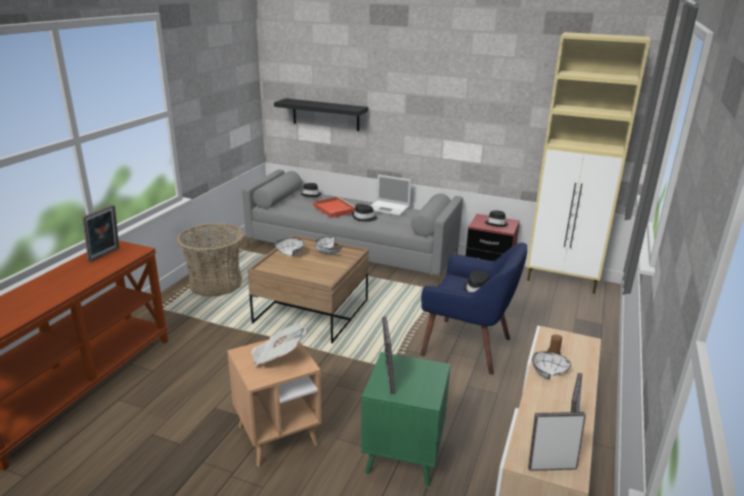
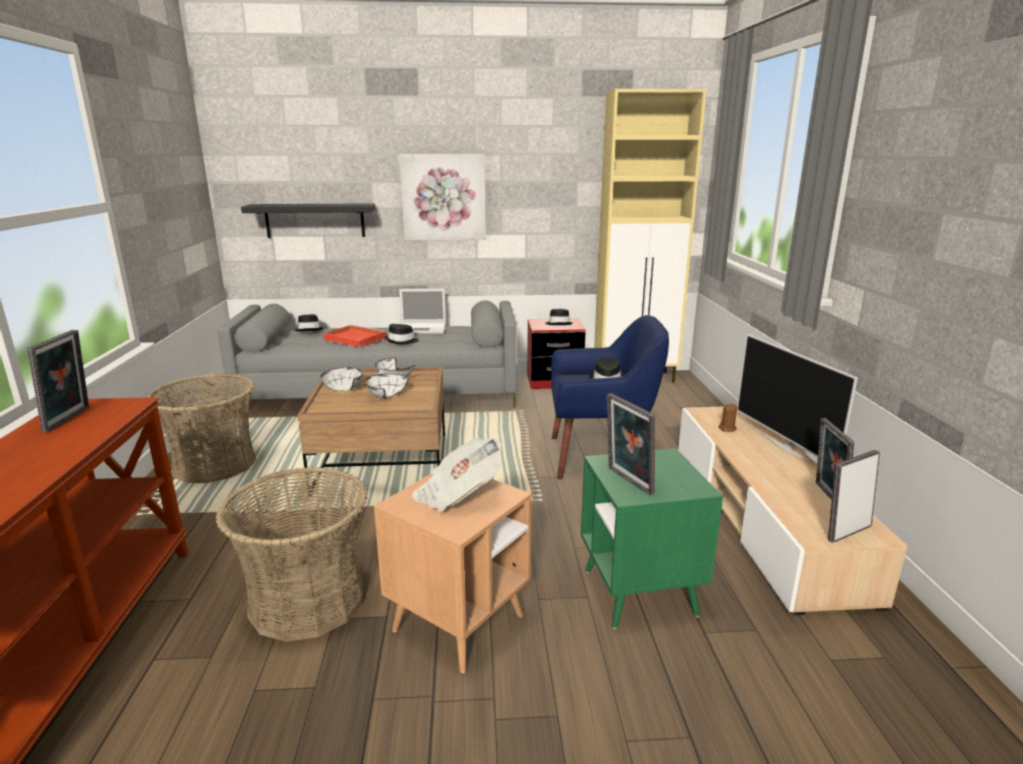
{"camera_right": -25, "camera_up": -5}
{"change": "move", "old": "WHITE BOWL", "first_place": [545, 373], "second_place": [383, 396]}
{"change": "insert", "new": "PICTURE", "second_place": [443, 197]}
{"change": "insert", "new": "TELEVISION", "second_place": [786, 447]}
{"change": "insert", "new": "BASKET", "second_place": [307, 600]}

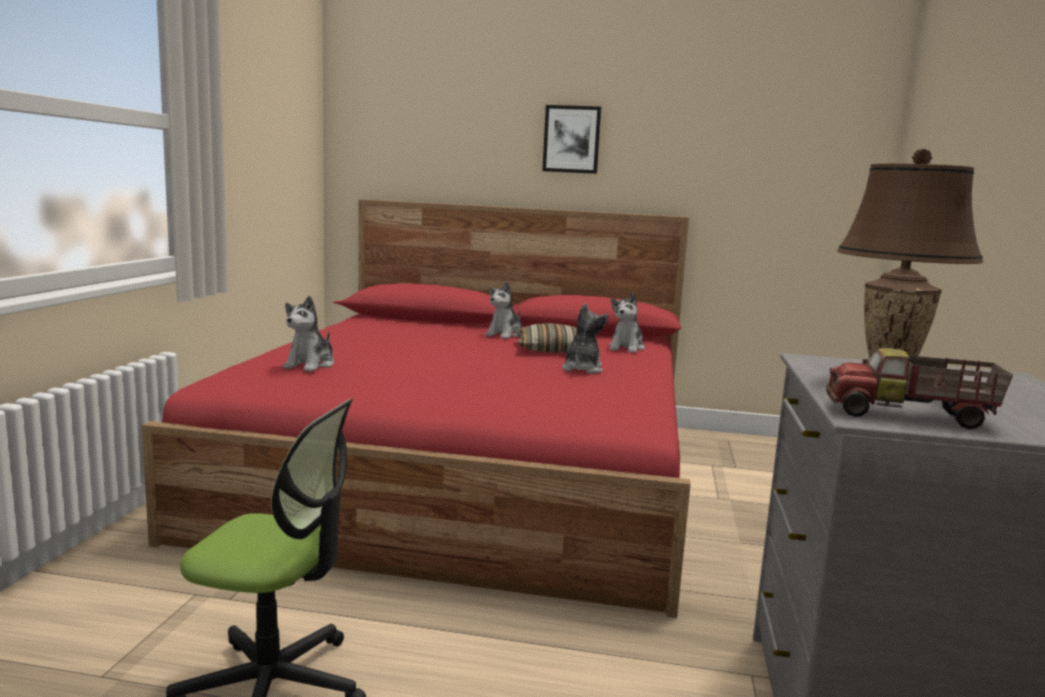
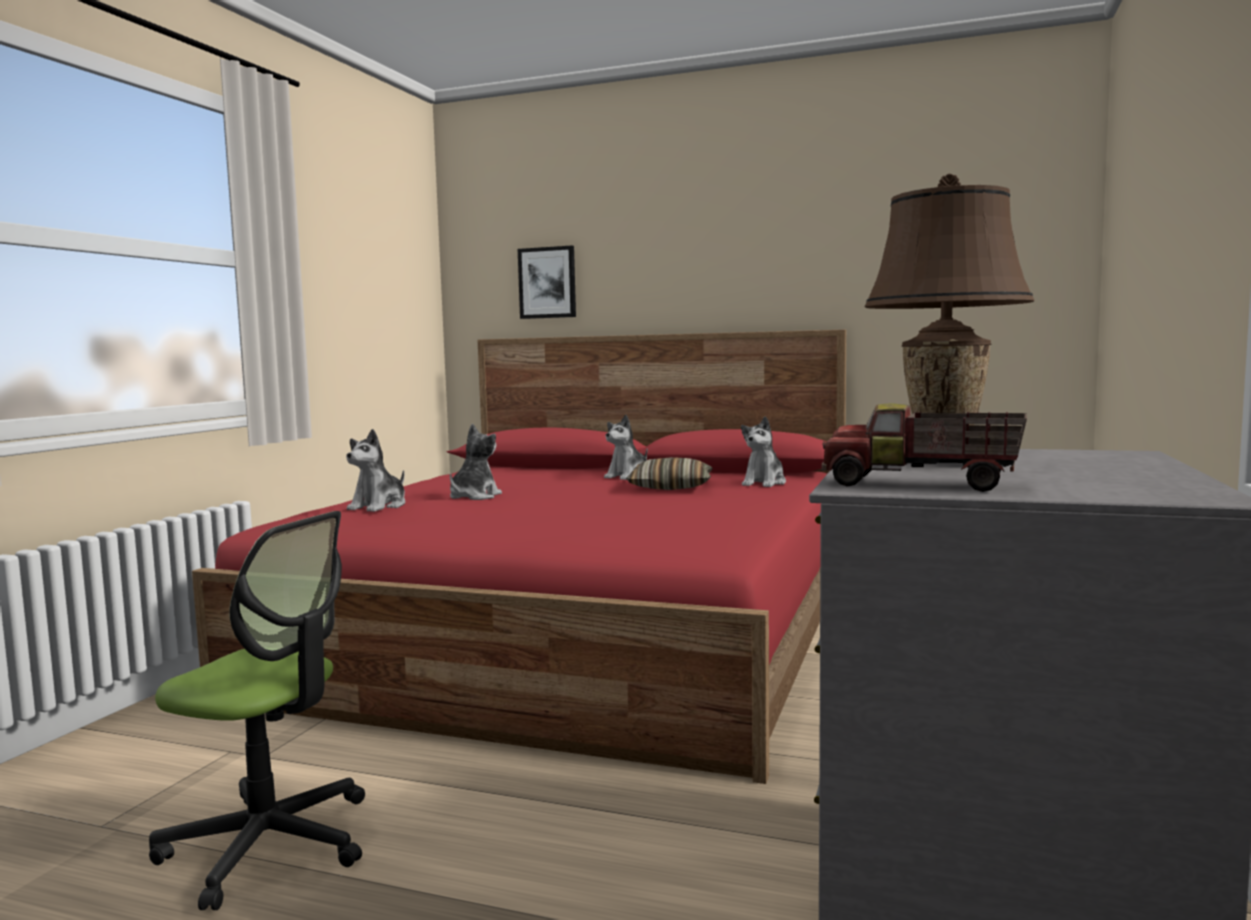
{"camera_right": 10, "camera_up": -5}
{"change": "move", "old": "PICTURE", "first_place": [571, 139], "second_place": [547, 282]}
{"change": "move", "old": "PLUSH TOY", "first_place": [582, 369], "second_place": [474, 497]}

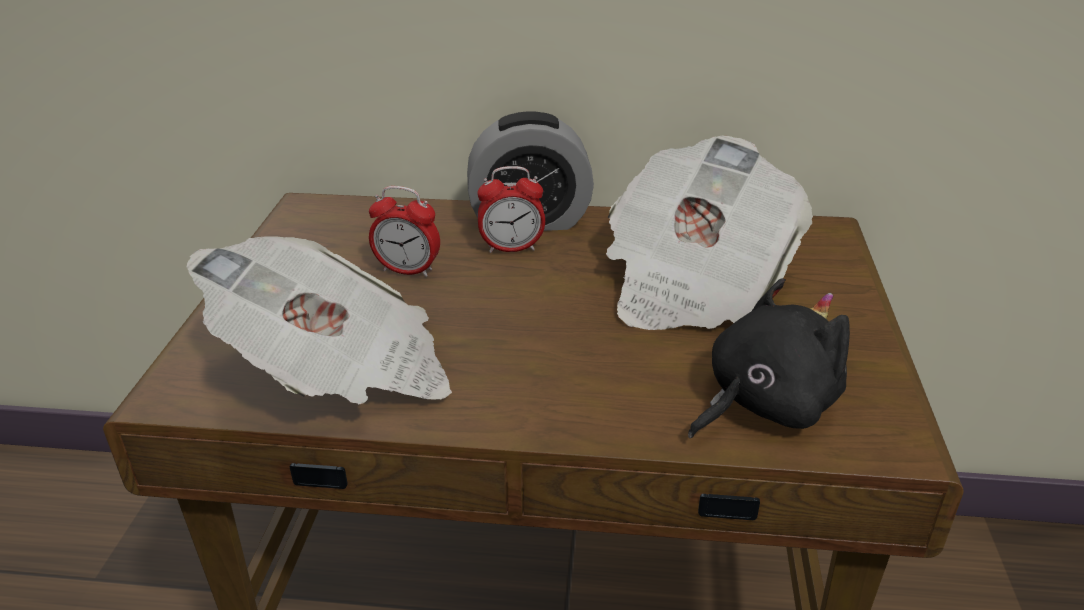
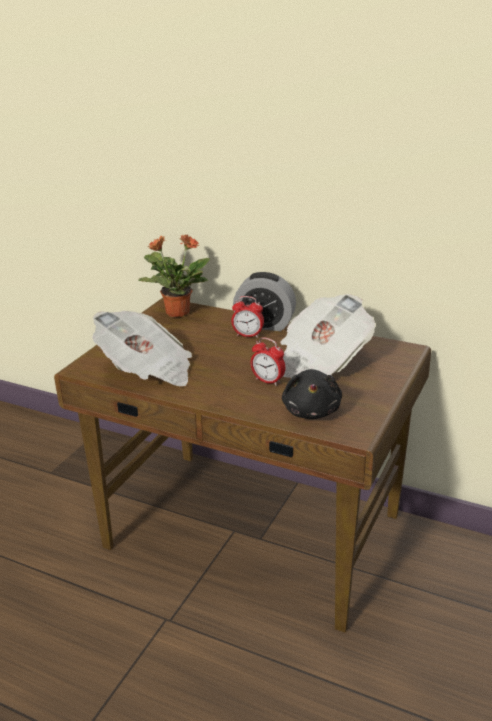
{"camera_right": 20, "camera_up": -5}
{"change": "move", "old": "ALARM CLOCK", "first_place": [408, 270], "second_place": [268, 381]}
{"change": "rotate", "old": "BLACK PLUSH TOY", "first_place": [764, 403], "second_place": [311, 411], "degrees": 105}
{"change": "insert", "new": "POTTED PLANT", "second_place": [176, 312]}

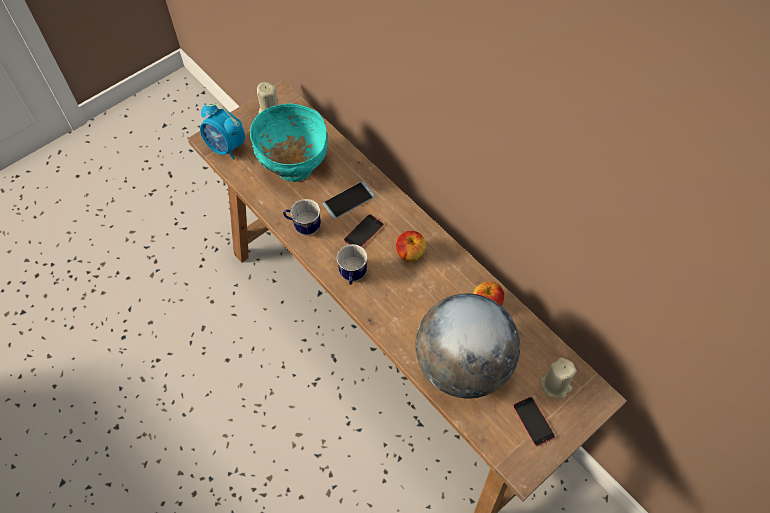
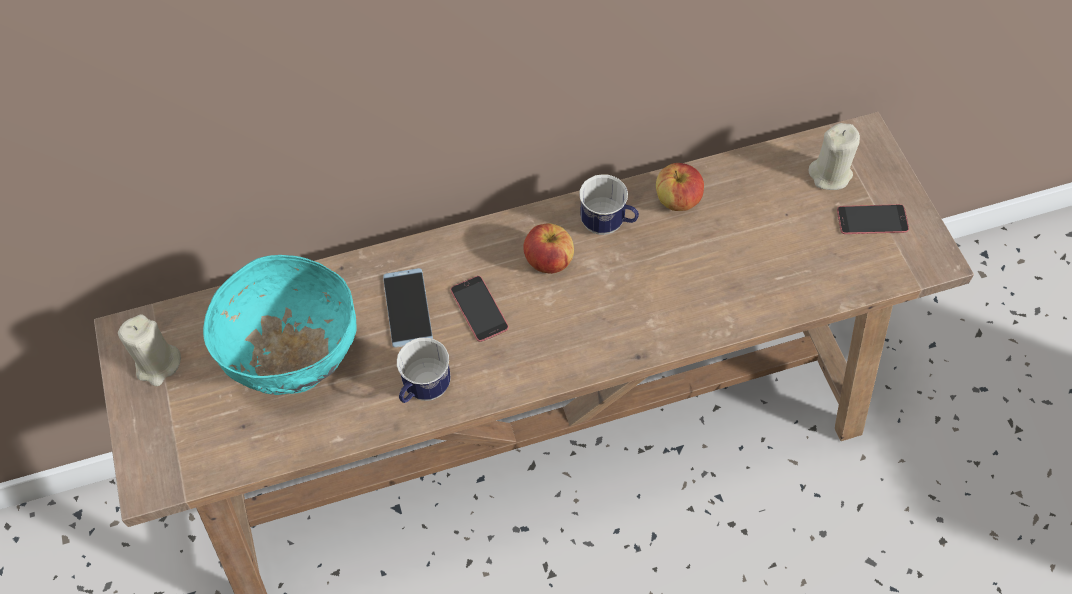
{"camera_right": -65, "camera_up": 0}
{"change": "delete", "old": "ALARM CLOCK", "first_place": [226, 147]}
{"change": "move", "old": "MUG", "first_place": [352, 276], "second_place": [608, 224]}
{"change": "delete", "old": "GLOBE", "first_place": [462, 365]}

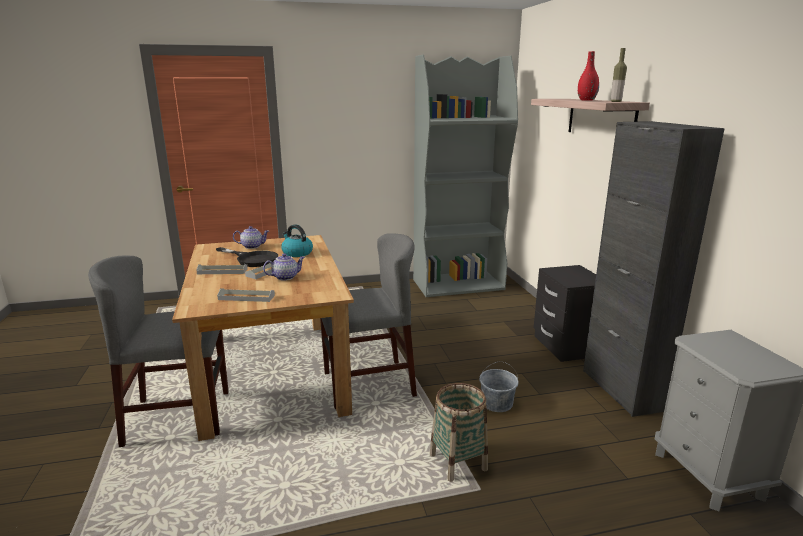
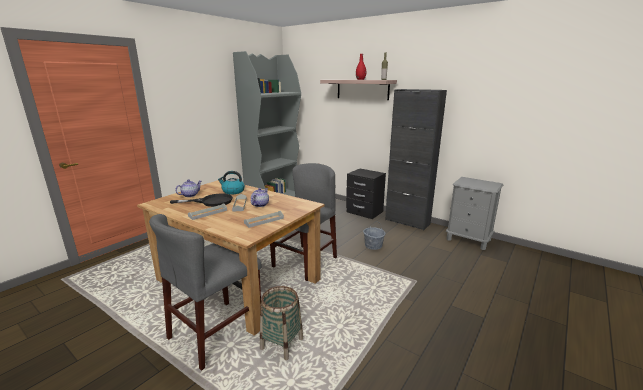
{"camera_right": -40, "camera_up": 0}
{"change": "move", "old": "BASKET", "first_place": [458, 462], "second_place": [282, 344]}

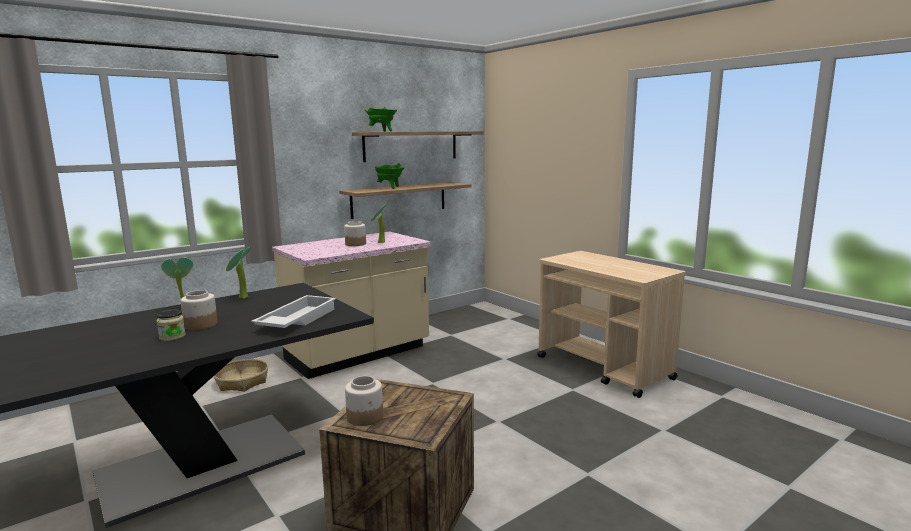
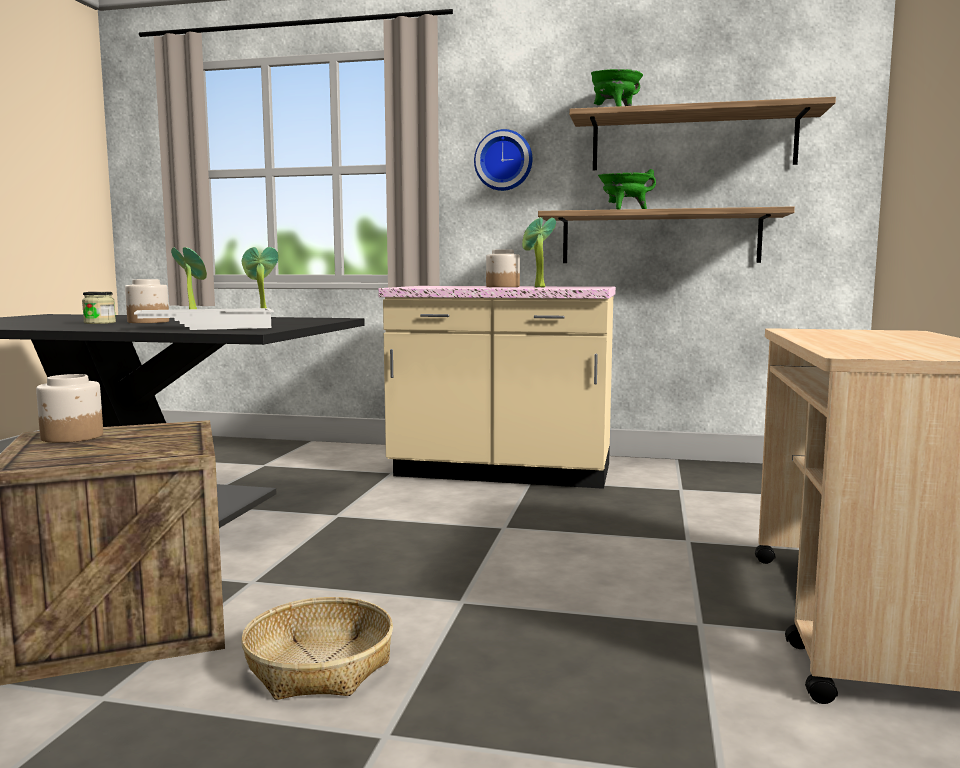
{"camera_right": 50, "camera_up": -5}
{"change": "move", "old": "BASKET", "first_place": [242, 382], "second_place": [320, 666]}
{"change": "insert", "new": "WALL CLOCK", "second_place": [504, 160]}

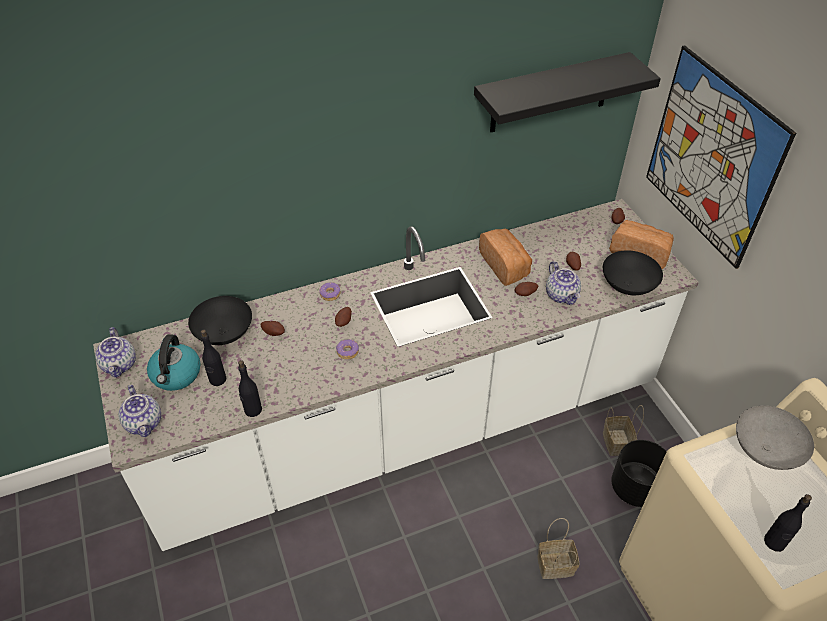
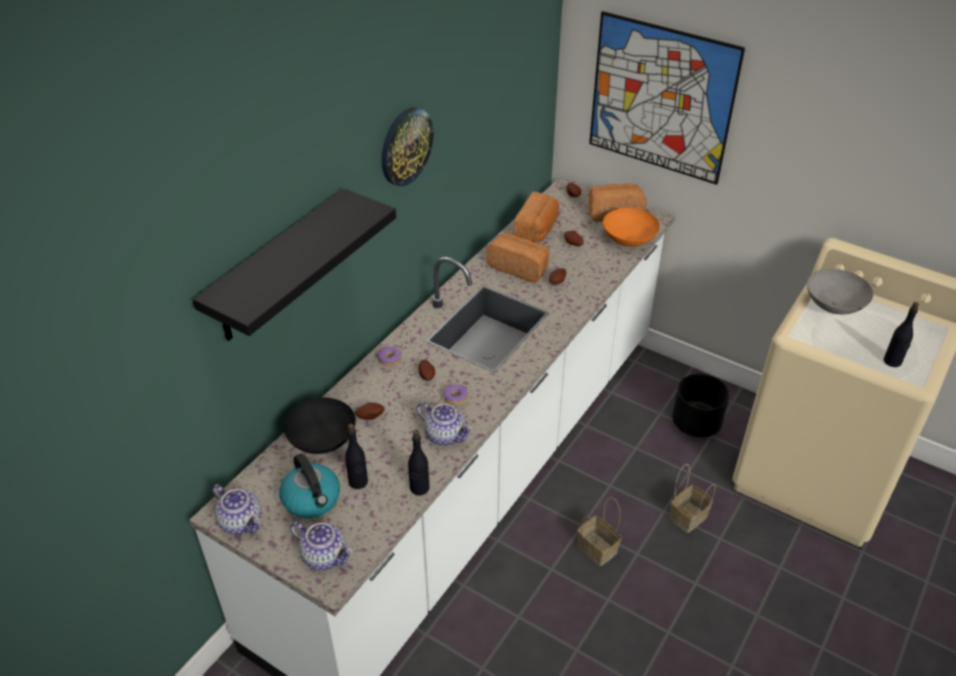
{"camera_right": -35, "camera_up": -5}
{"change": "move", "old": "BLACK SHELF", "first_place": [550, 93], "second_place": [278, 268]}
{"change": "recolor", "old": "BLACK BOWL", "new": "ORANGE BOWL", "first_place": [627, 285], "second_place": [628, 240]}
{"change": "move", "old": "TEAPOT", "first_place": [562, 295], "second_place": [445, 435]}
{"change": "move", "old": "BASKET", "first_place": [615, 441], "second_place": [595, 548]}
{"change": "insert", "new": "WALL CLOCK", "second_place": [405, 146]}
{"change": "insert", "new": "BREAD", "second_place": [537, 230]}

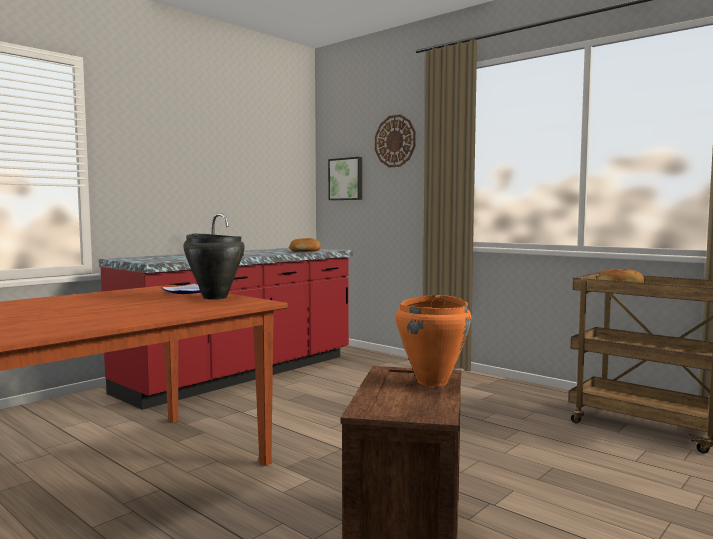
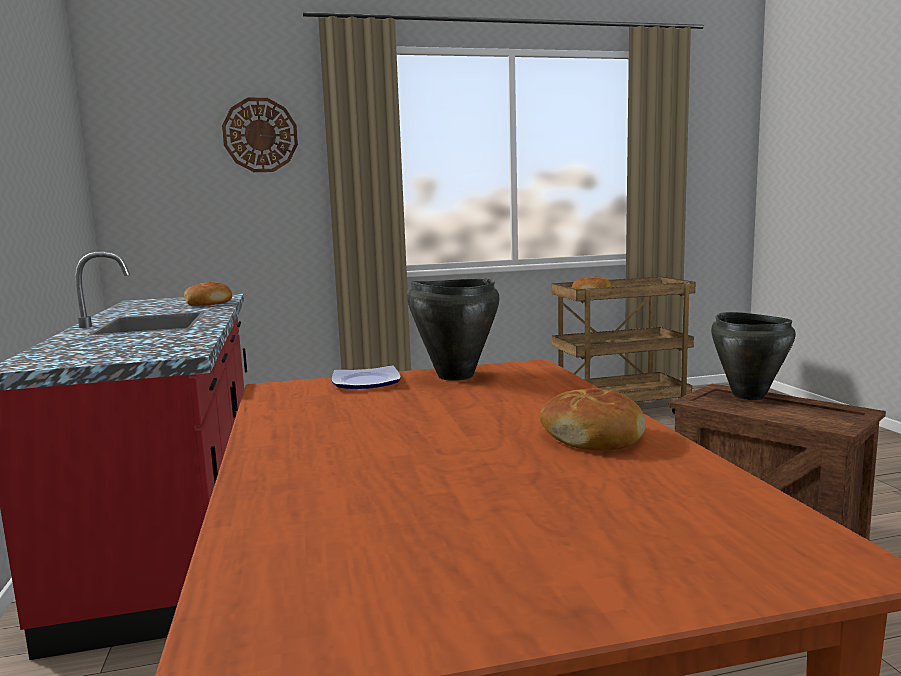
{"camera_right": -55, "camera_up": 5}
{"change": "delete", "old": "PICTURE", "first_place": [346, 179]}
{"change": "recolor", "old": "ORANGE COOKING POT", "new": "BLACK COOKING POT", "first_place": [433, 382], "second_place": [748, 396]}
{"change": "insert", "new": "BREAD", "second_place": [593, 436]}

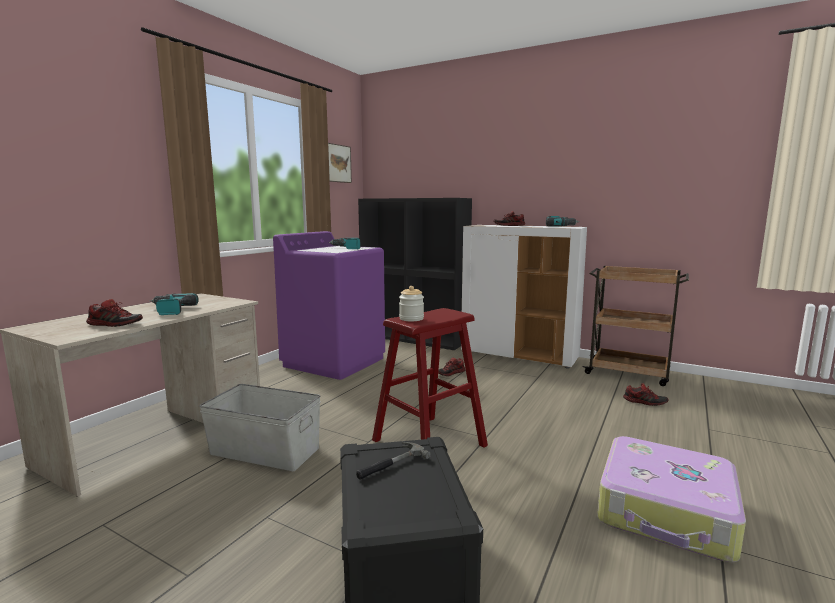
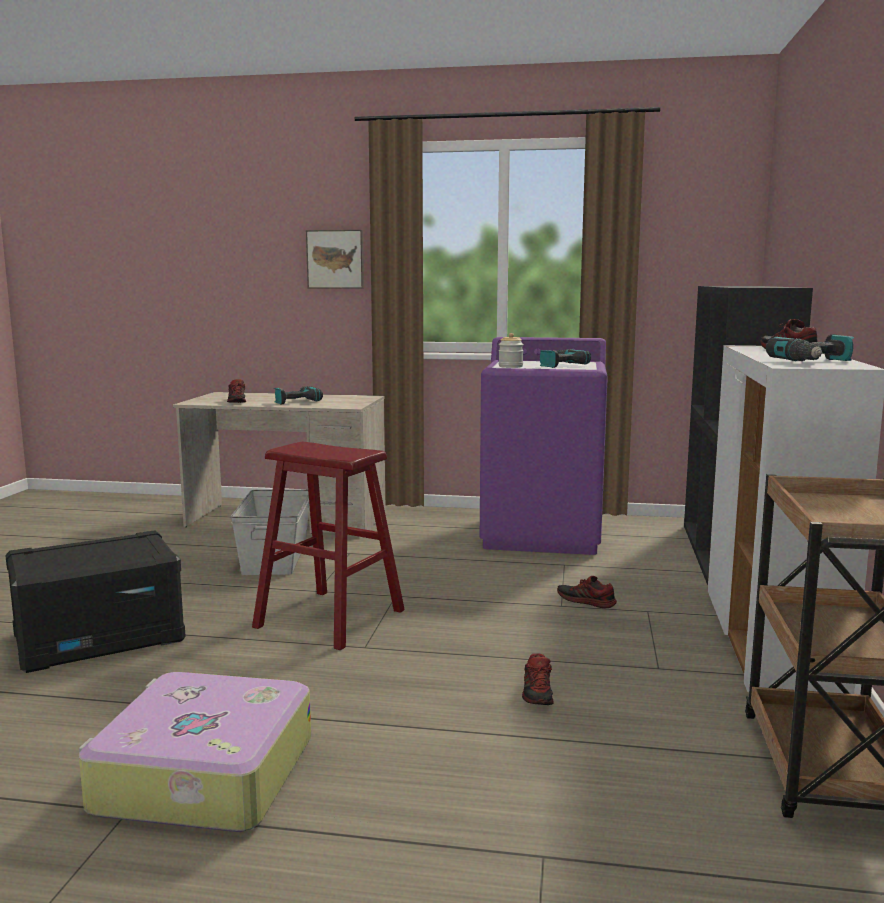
{"camera_right": 70, "camera_up": 0}
{"change": "move", "old": "PICTURE", "first_place": [336, 163], "second_place": [336, 259]}
{"change": "move", "old": "JAR", "first_place": [411, 318], "second_place": [510, 366]}
{"change": "move", "old": "SHOE", "first_place": [644, 402], "second_place": [538, 693]}
{"change": "delete", "old": "HAMMER", "first_place": [390, 464]}

